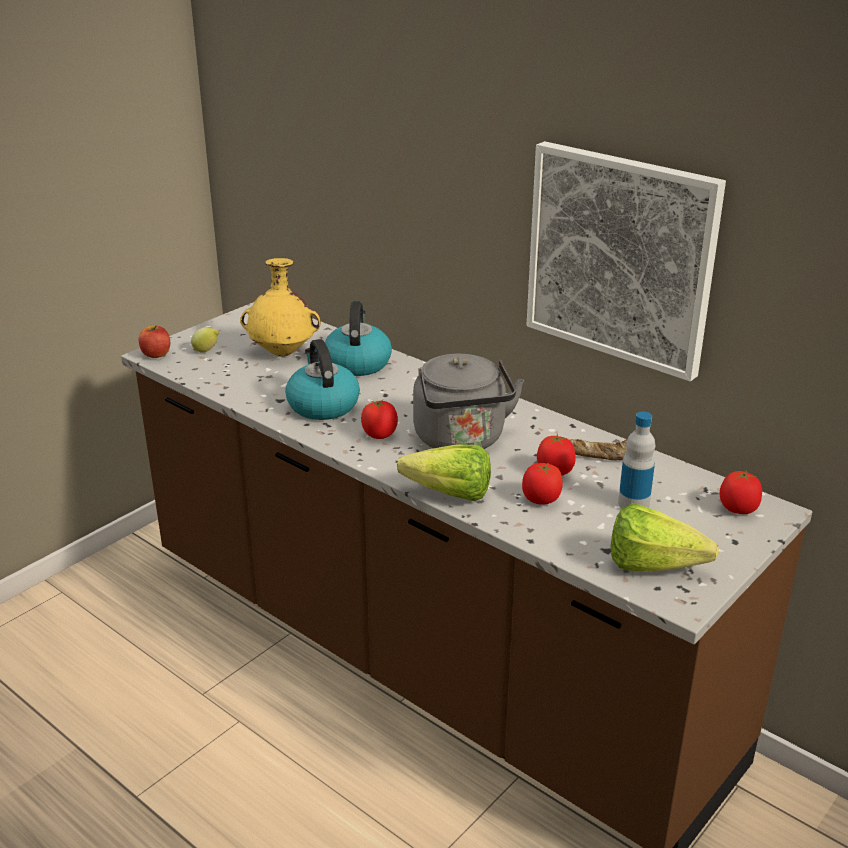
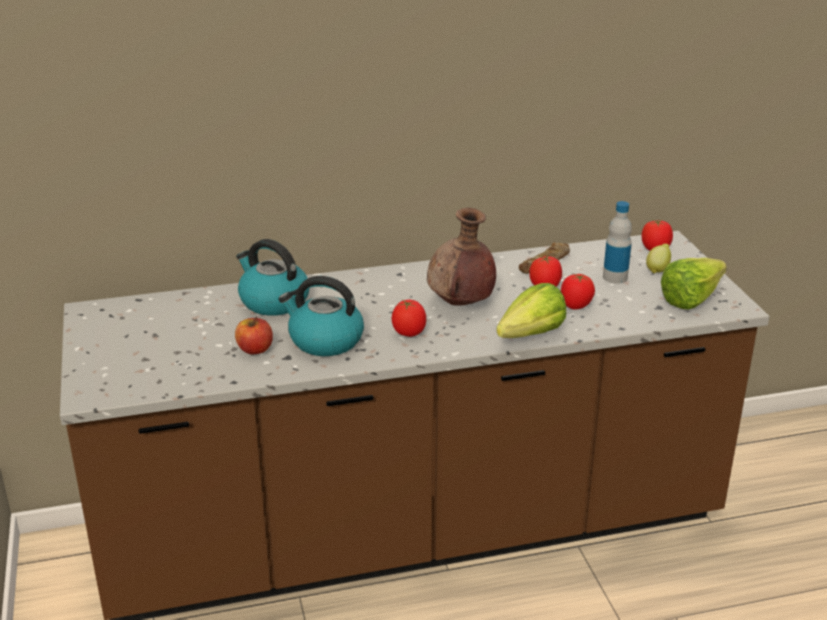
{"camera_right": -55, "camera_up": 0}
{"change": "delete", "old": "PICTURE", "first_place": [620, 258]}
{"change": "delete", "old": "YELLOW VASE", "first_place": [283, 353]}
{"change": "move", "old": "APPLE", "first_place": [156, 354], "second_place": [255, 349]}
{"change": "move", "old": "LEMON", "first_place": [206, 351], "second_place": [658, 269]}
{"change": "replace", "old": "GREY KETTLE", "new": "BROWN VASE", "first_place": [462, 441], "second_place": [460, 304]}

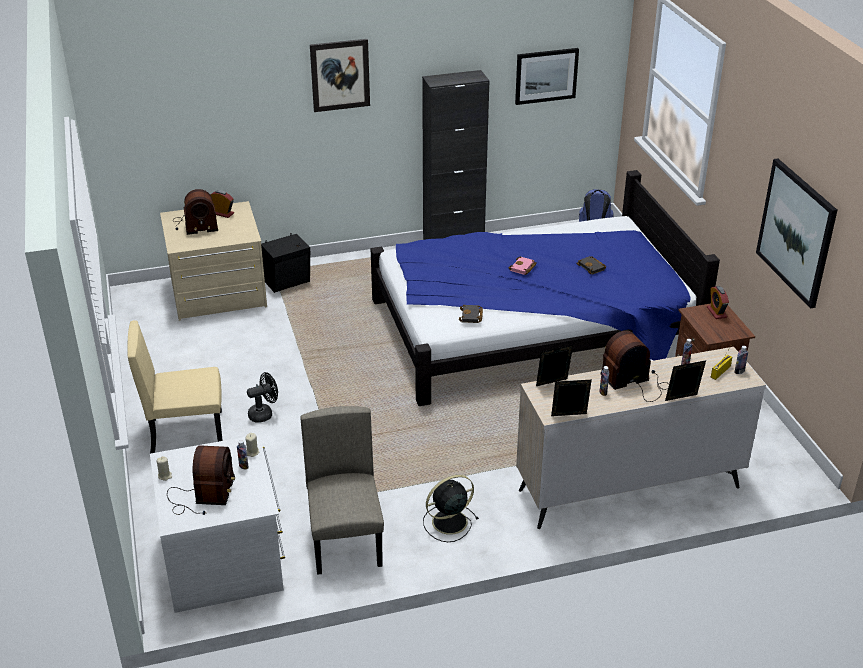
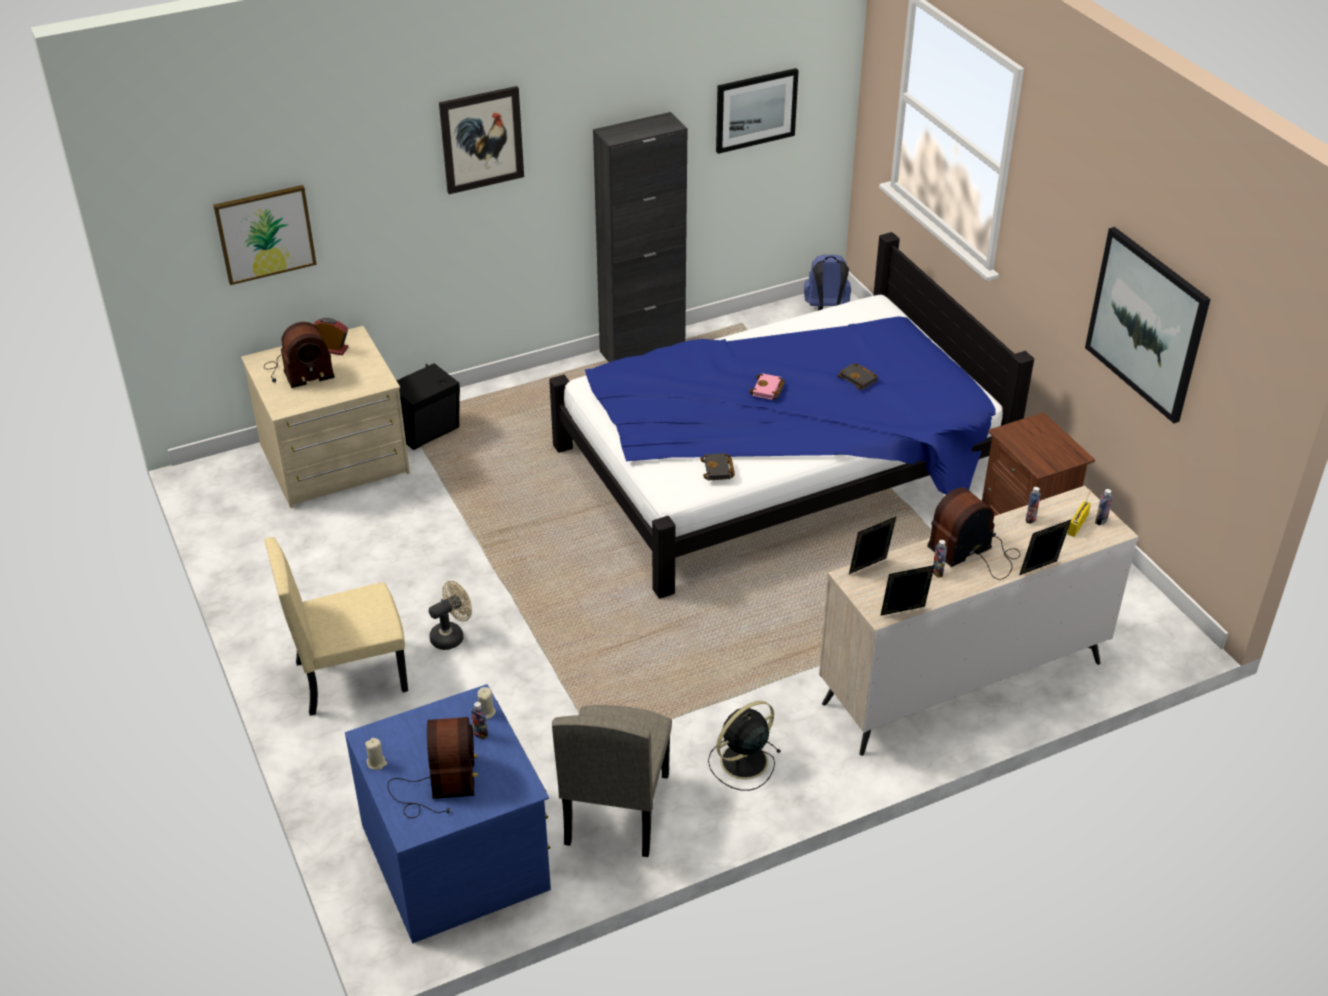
{"camera_right": -10, "camera_up": 5}
{"change": "delete", "old": "ALARM CLOCK", "first_place": [716, 312]}
{"change": "recolor", "old": "BLACK FAN", "new": "BEIGE FAN", "first_place": [264, 414], "second_place": [451, 635]}
{"change": "rotate", "old": "BEIGE CHAIR", "first_place": [346, 542], "second_place": [615, 809], "degrees": -150}
{"change": "recolor", "old": "WHITE DRESSER", "new": "BLUE DRESSER", "first_place": [224, 559], "second_place": [458, 856]}
{"change": "insert", "new": "PICTURE", "second_place": [265, 234]}

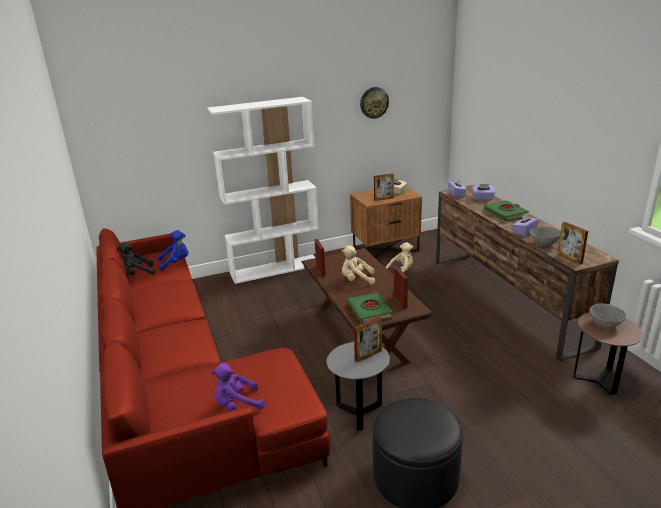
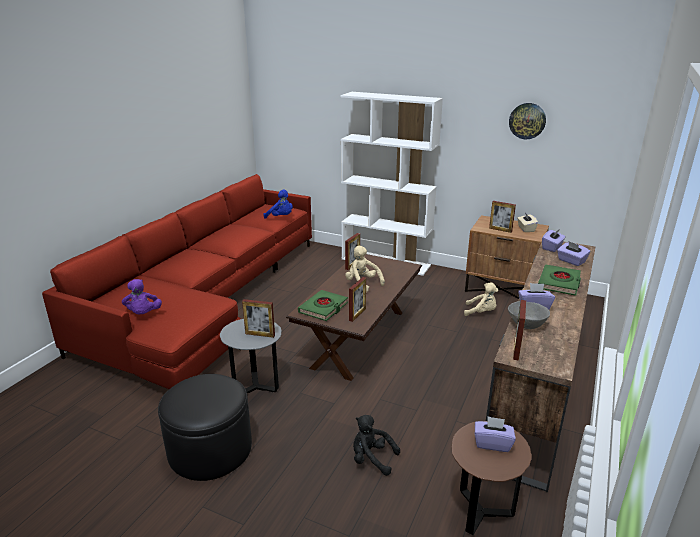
{"camera_right": 45, "camera_up": 0}
{"change": "move", "old": "BLACK PLUSH TOY", "first_place": [137, 274], "second_place": [371, 459]}
{"change": "replace", "old": "GREY BOWL", "new": "PURPLE TISSUE BOX", "first_place": [605, 324], "second_place": [492, 443]}
{"change": "rotate", "old": "PURPLE PLUSH TOY", "first_place": [237, 405], "second_place": [143, 314], "degrees": -135}

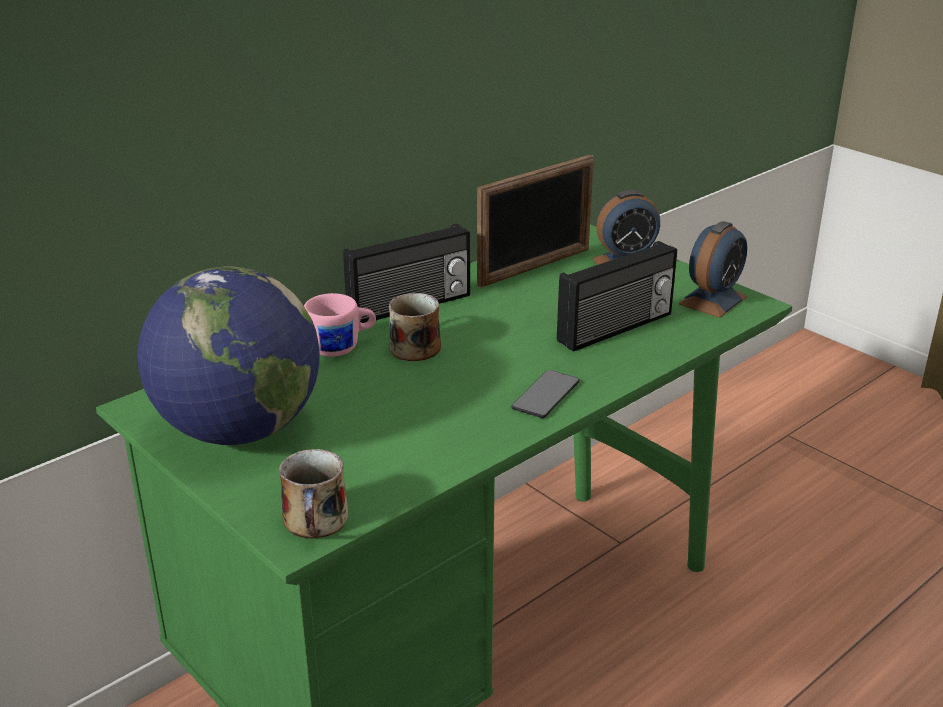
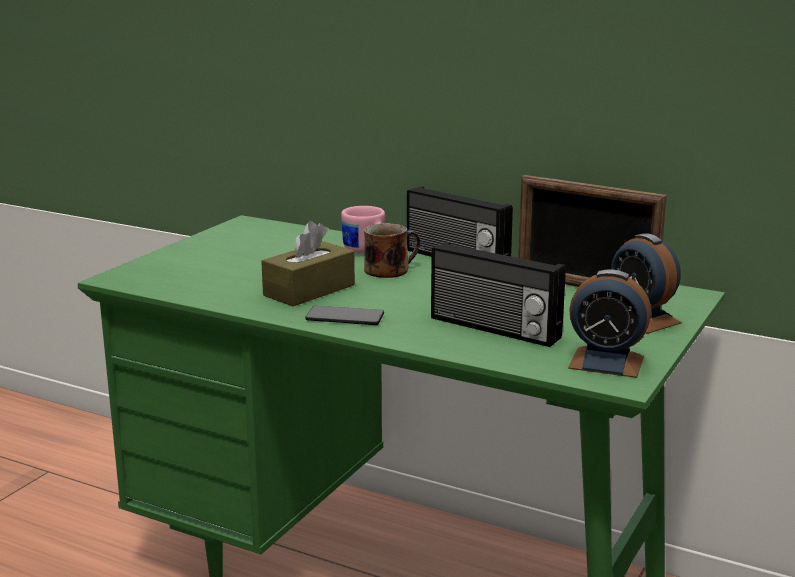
{"camera_right": 70, "camera_up": -10}
{"change": "delete", "old": "GLOBE", "first_place": [239, 430]}
{"change": "delete", "old": "MUG", "first_place": [316, 521]}
{"change": "insert", "new": "BROWN TISSUE BOX", "second_place": [309, 290]}

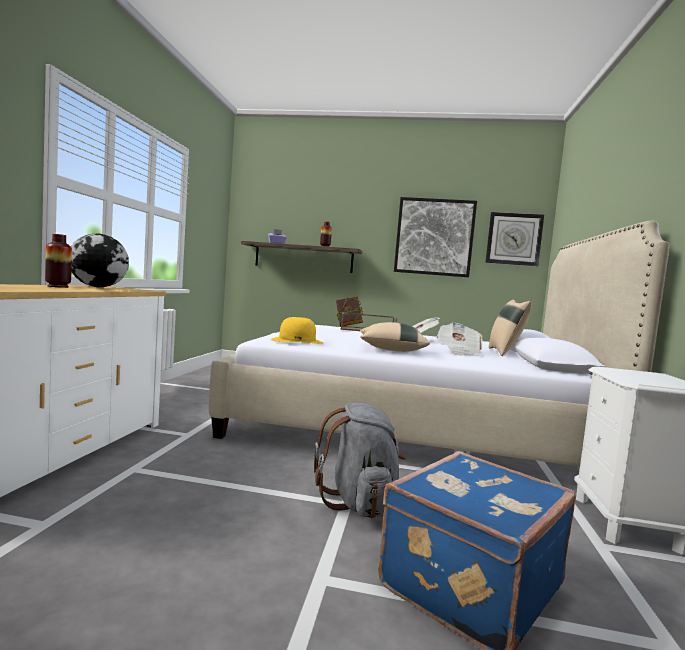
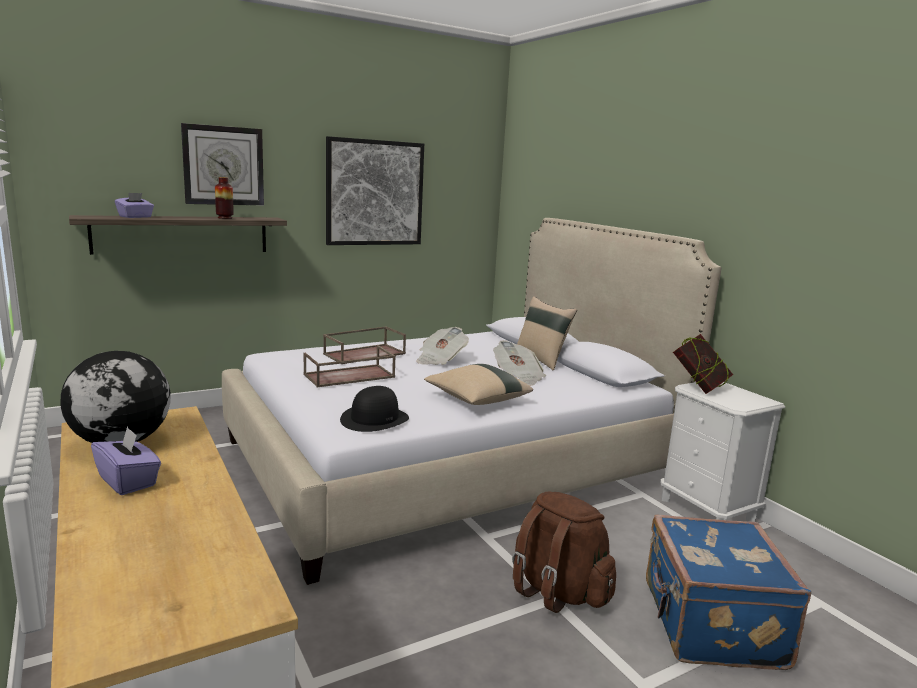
{"camera_right": -40, "camera_up": 10}
{"change": "move", "old": "WALL CLOCK", "first_place": [514, 239], "second_place": [223, 165]}
{"change": "replace", "old": "VASE", "new": "PURPLE TISSUE BOX", "first_place": [58, 286], "second_place": [128, 481]}
{"change": "move", "old": "BOOK", "first_place": [348, 326], "second_place": [699, 387]}
{"change": "recolor", "old": "YELLOW HAT", "new": "BLACK HAT", "first_place": [297, 341], "second_place": [375, 419]}
{"change": "recolor", "old": "GREY BACKPACK", "new": "BROWN BACKPACK", "first_place": [359, 502], "second_place": [558, 591]}
{"change": "insert", "new": "BROWN TRAY", "second_place": [349, 376]}

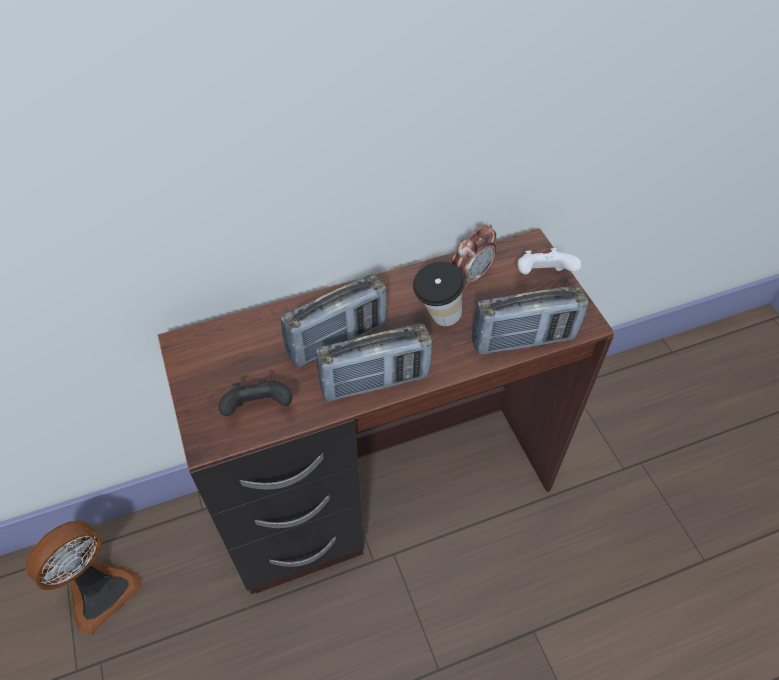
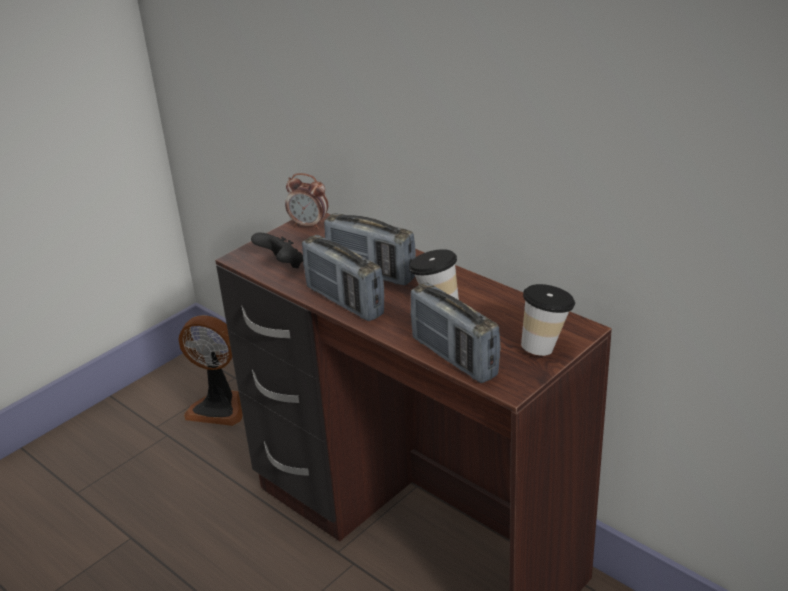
{"camera_right": 65, "camera_up": -20}
{"change": "move", "old": "ALARM CLOCK", "first_place": [471, 276], "second_place": [309, 225]}
{"change": "replace", "old": "WHITE GAME CONTROLLER", "new": "CUP", "first_place": [542, 276], "second_place": [545, 346]}

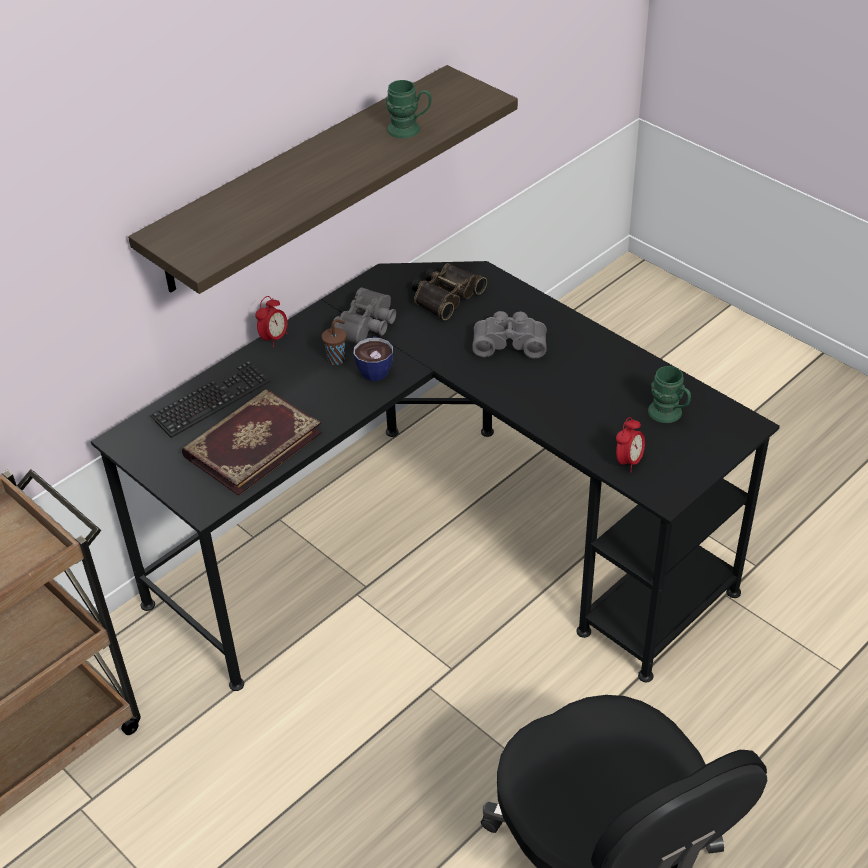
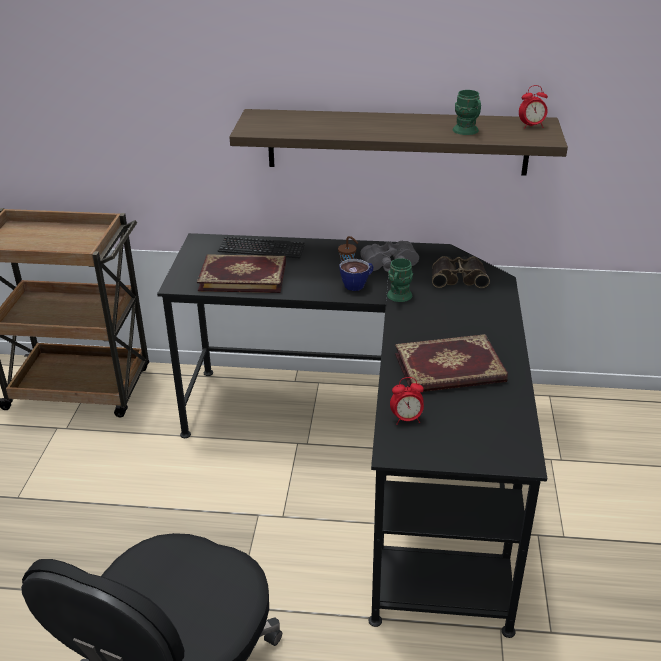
{"camera_right": 50, "camera_up": -10}
{"change": "move", "old": "ALARM CLOCK", "first_place": [274, 338], "second_place": [531, 126]}
{"change": "delete", "old": "GREY BINOCULARS", "first_place": [509, 342]}
{"change": "move", "old": "GREEN MUG", "first_place": [669, 415], "second_place": [398, 297]}
{"change": "insert", "new": "BOOK", "second_place": [450, 369]}

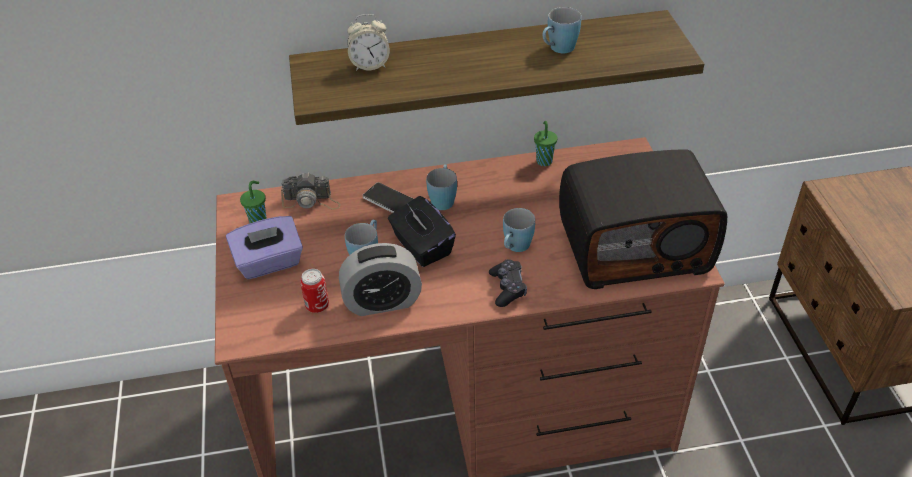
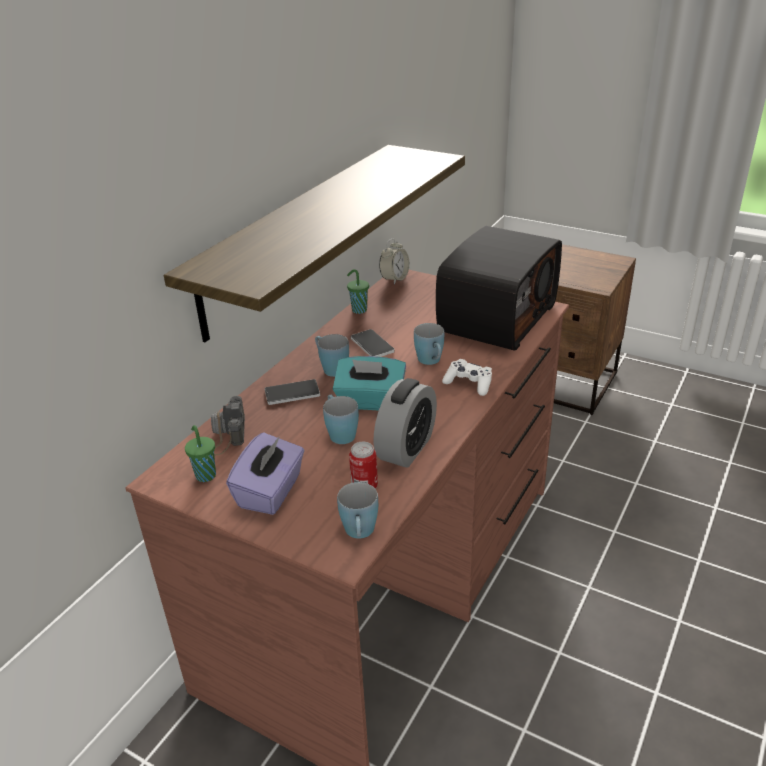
{"camera_right": -50, "camera_up": -10}
{"change": "move", "old": "BLUE MUG", "first_place": [558, 49], "second_place": [360, 533]}
{"change": "move", "old": "ALARM CLOCK", "first_place": [370, 65], "second_place": [394, 279]}
{"change": "rotate", "old": "PHOTO CAMERA", "first_place": [311, 201], "second_place": [228, 433], "degrees": 135}
{"change": "recolor", "old": "BLACK TISSUE BOX", "new": "TURQUOISE TISSUE BOX", "first_place": [422, 247], "second_place": [370, 401]}
{"change": "recolor", "old": "BLACK GAME CONTROLLER", "new": "WHITE GAME CONTROLLER", "first_place": [507, 288], "second_place": [469, 383]}
{"change": "insert", "new": "PHONE", "second_place": [372, 345]}

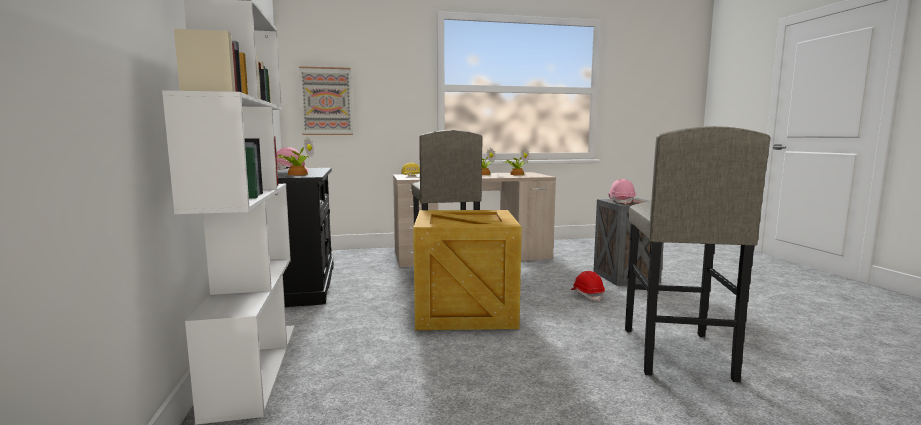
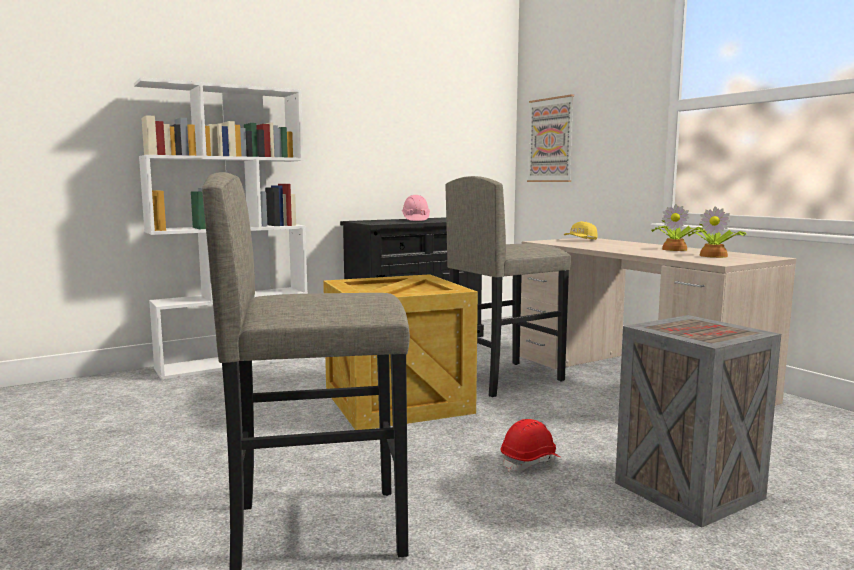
{"camera_right": 70, "camera_up": 0}
{"change": "delete", "old": "POTTED PLANT", "first_place": [297, 174]}
{"change": "delete", "old": "PINK HARD HAT", "first_place": [621, 202]}

